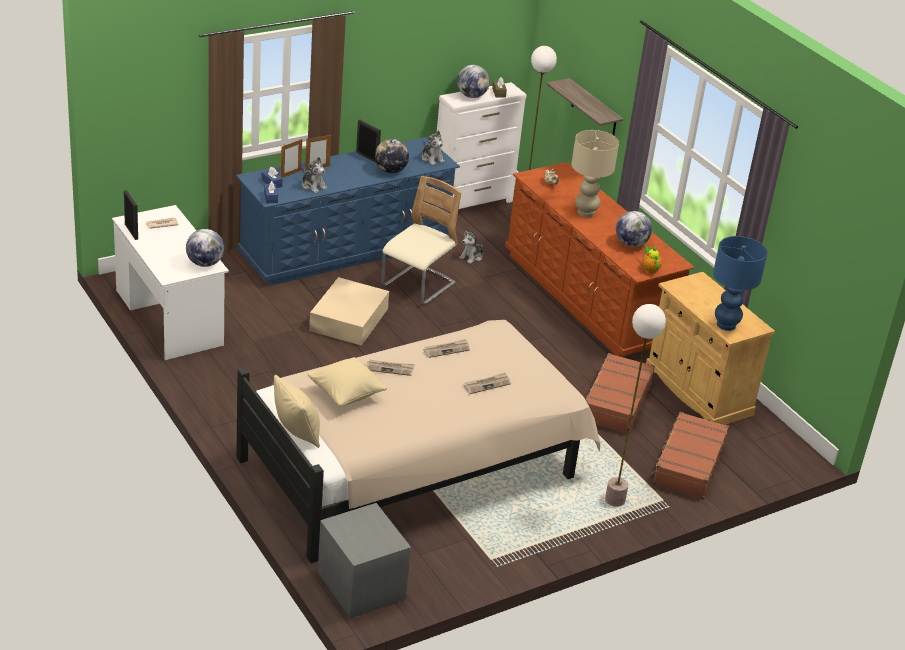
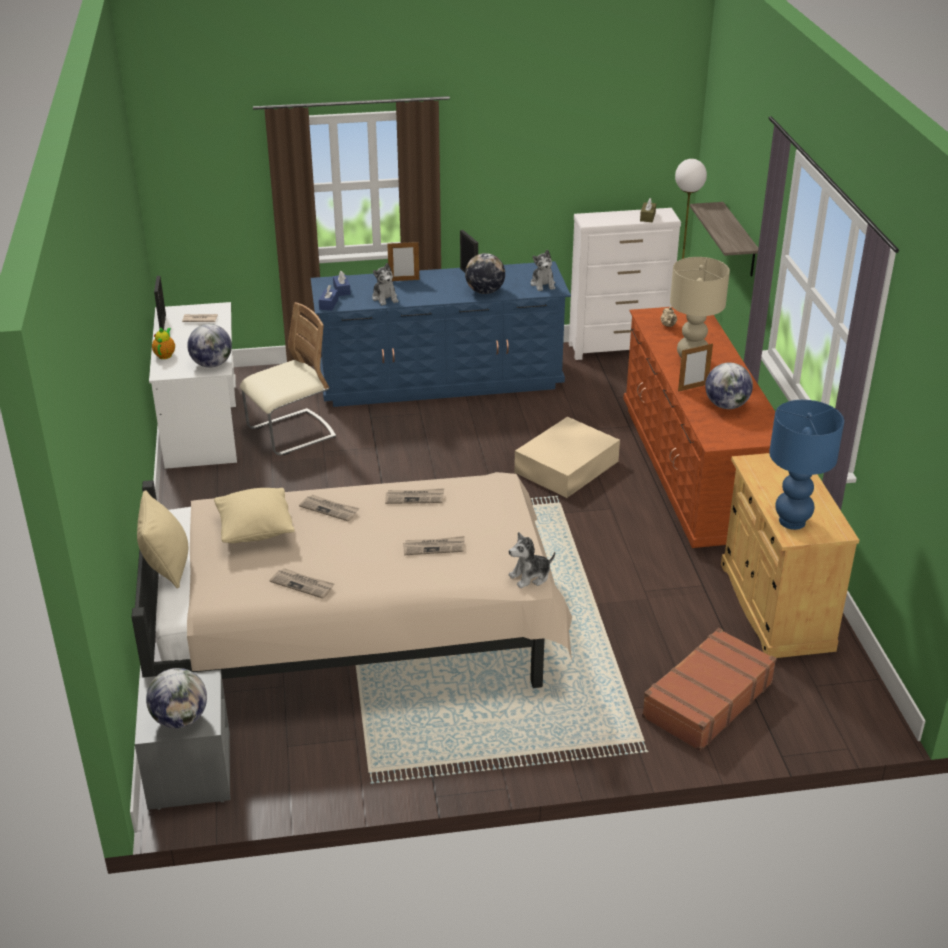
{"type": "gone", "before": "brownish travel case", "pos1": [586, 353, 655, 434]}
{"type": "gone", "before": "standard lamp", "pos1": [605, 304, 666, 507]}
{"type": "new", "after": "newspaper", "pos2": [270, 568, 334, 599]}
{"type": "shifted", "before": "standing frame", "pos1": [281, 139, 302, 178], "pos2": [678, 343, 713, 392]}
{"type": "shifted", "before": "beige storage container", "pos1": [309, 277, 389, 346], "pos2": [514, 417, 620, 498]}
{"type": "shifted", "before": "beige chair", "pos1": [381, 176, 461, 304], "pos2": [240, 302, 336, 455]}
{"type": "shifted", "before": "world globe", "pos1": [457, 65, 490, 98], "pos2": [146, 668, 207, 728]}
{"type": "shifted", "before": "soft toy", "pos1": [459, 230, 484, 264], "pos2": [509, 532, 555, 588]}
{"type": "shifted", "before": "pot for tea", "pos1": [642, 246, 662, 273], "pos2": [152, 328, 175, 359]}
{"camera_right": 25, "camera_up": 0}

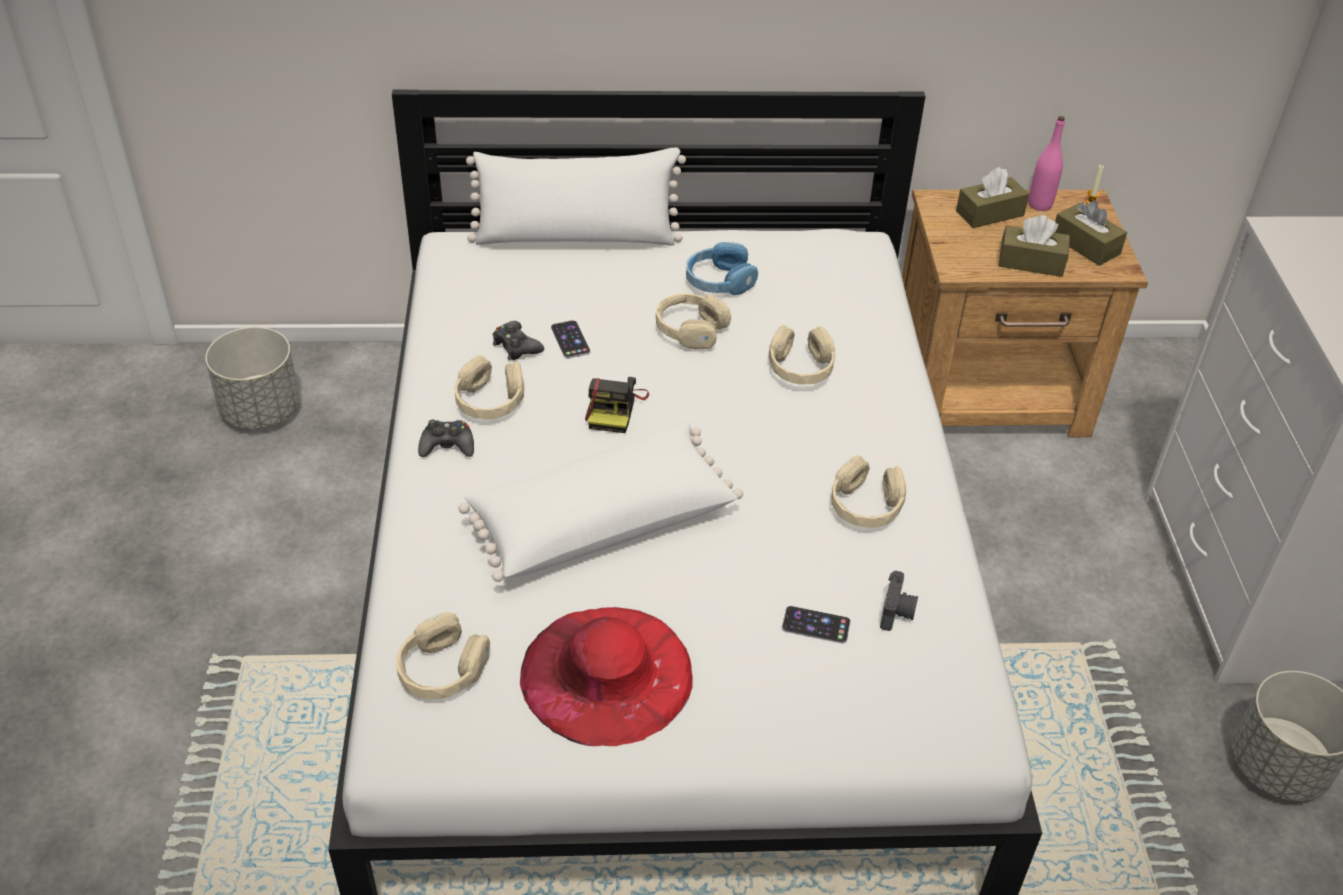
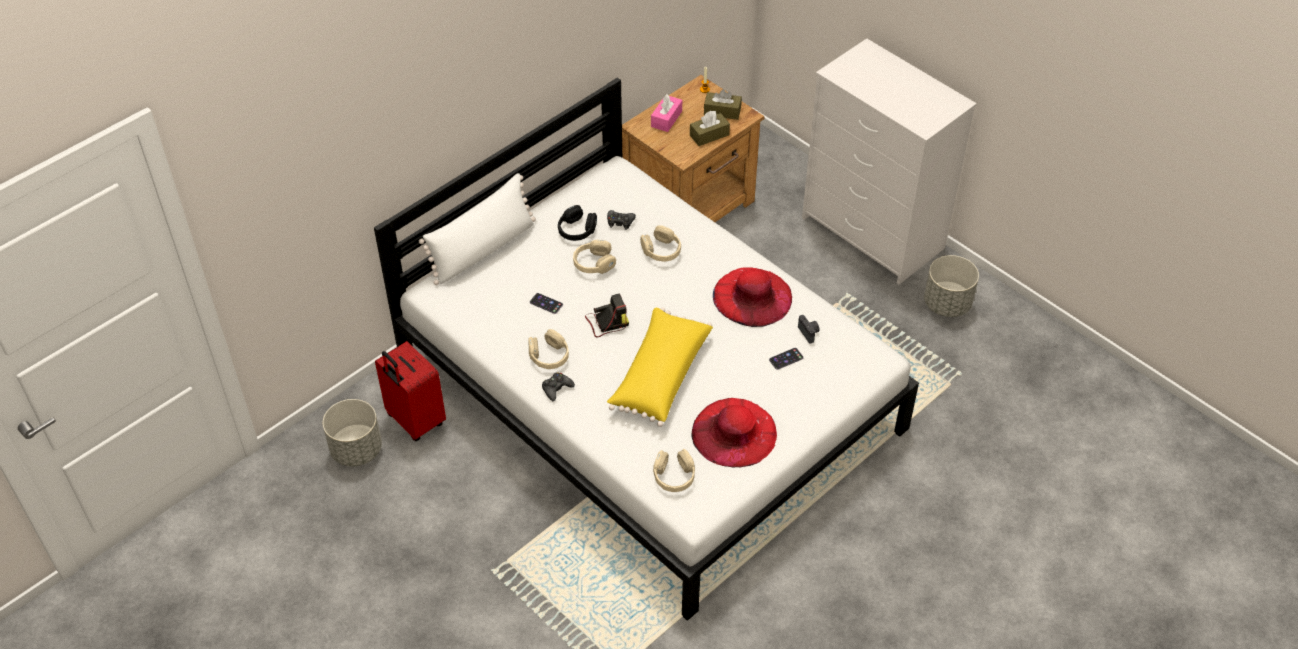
{"type": "gone", "before": "pink bottle", "pos1": [1028, 116, 1065, 211]}
{"type": "new", "after": "red travel case", "pos2": [375, 341, 446, 441]}
{"type": "shifted", "before": "black joypad", "pos1": [493, 321, 544, 360], "pos2": [607, 210, 636, 230]}
{"type": "swapped", "before": "beige headphones", "after": "red hat", "pos1": [831, 455, 906, 528], "pos2": [713, 267, 792, 327]}
{"type": "repainted", "before": "white pillow", "after": "yellowish pillow", "pos1": [459, 422, 743, 582], "pos2": [607, 307, 713, 427]}
{"type": "repainted", "before": "blue headphones", "after": "black headphones", "pos1": [686, 242, 758, 296], "pos2": [558, 205, 597, 241]}
{"type": "repainted", "before": "brownish tissue holder", "after": "pink tissue holder", "pos1": [956, 167, 1029, 228], "pos2": [651, 94, 682, 132]}
{"type": "rotated", "before": "photo camera", "pos1": [585, 377, 649, 433], "pos2": [585, 293, 629, 338], "turn": -75}
{"camera_right": -40, "camera_up": 5}

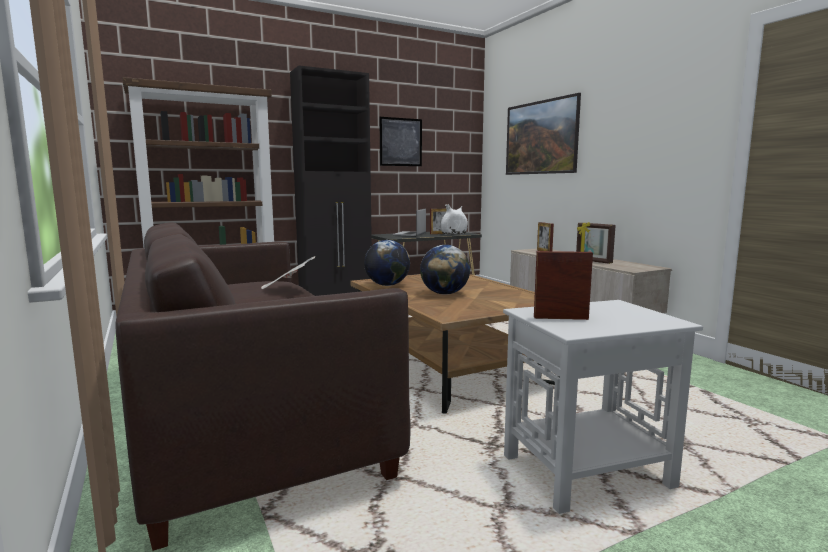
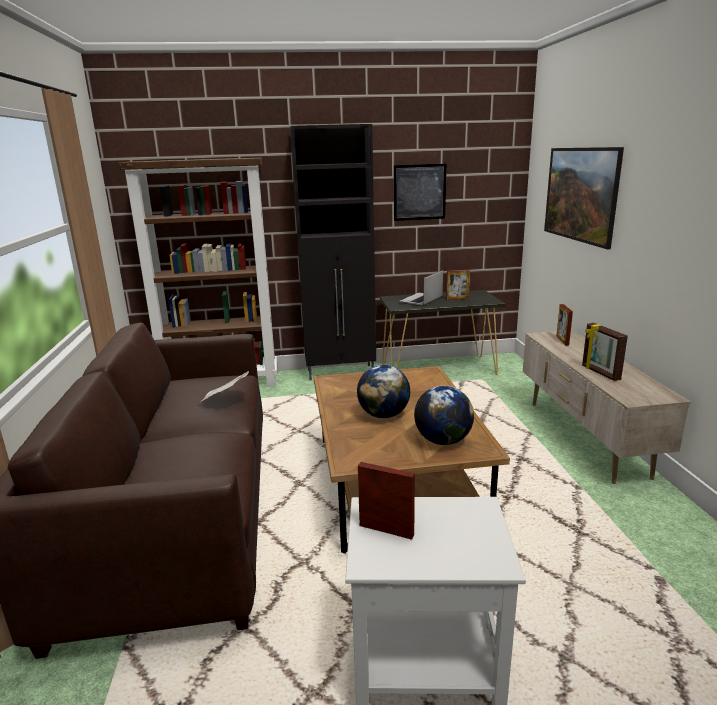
{"type": "gone", "before": "white vase", "pos1": [441, 204, 468, 234]}
{"type": "shifted", "before": "world globe", "pos1": [364, 240, 410, 286], "pos2": [414, 386, 474, 445]}
{"camera_right": 20, "camera_up": 10}

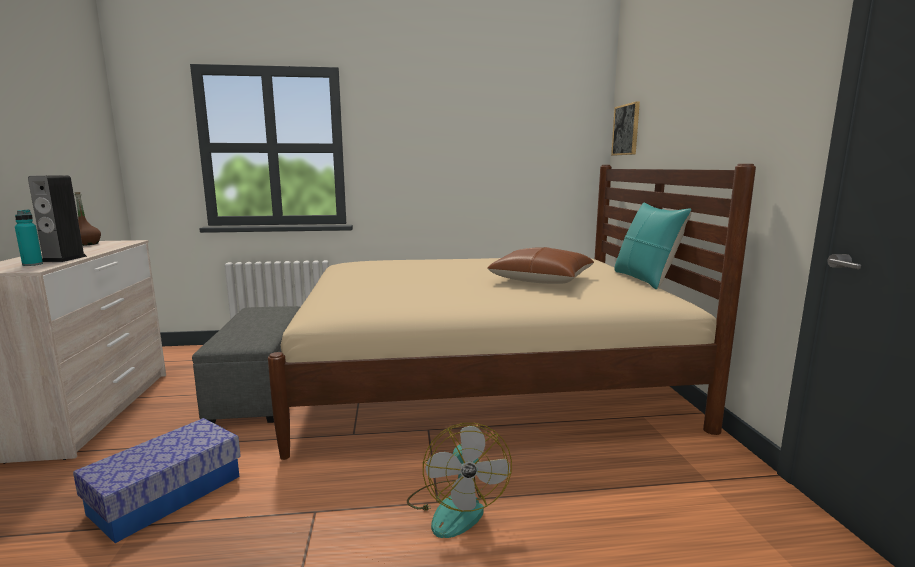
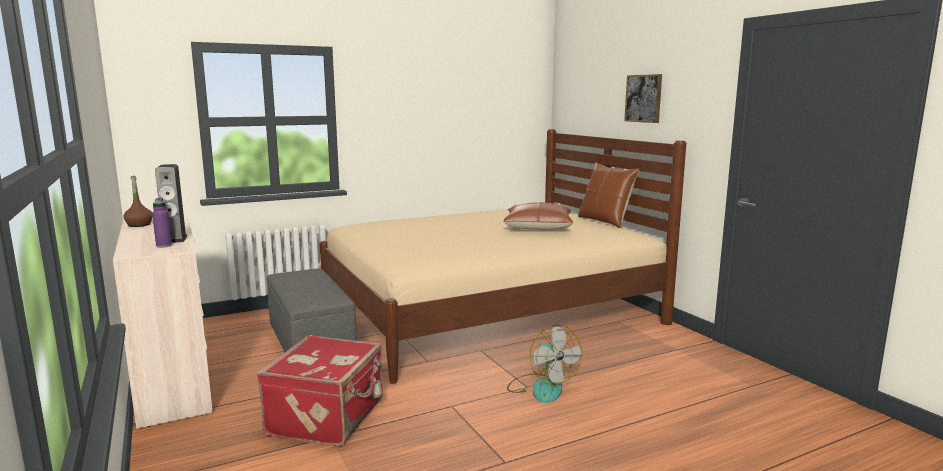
{"type": "shifted", "before": "wall art", "pos1": [611, 101, 640, 156], "pos2": [624, 74, 662, 123]}
{"type": "swapped", "before": "storage container", "after": "red travel case", "pos1": [73, 418, 241, 543], "pos2": [257, 335, 383, 446]}
{"type": "repainted", "before": "turquoise bottle", "after": "purple bottle", "pos1": [15, 210, 43, 266], "pos2": [152, 198, 172, 248]}
{"type": "repainted", "before": "turquoise pillow", "after": "brownish pillow", "pos1": [614, 202, 692, 289], "pos2": [578, 163, 639, 228]}
{"camera_right": -20, "camera_up": 0}

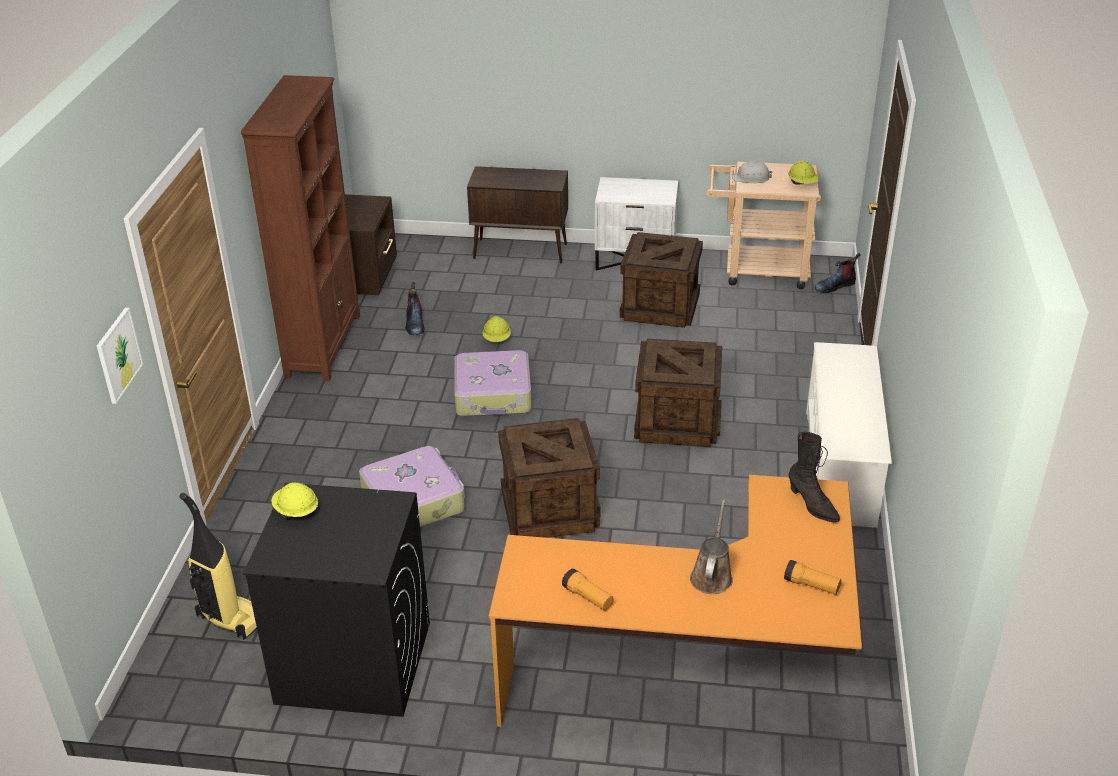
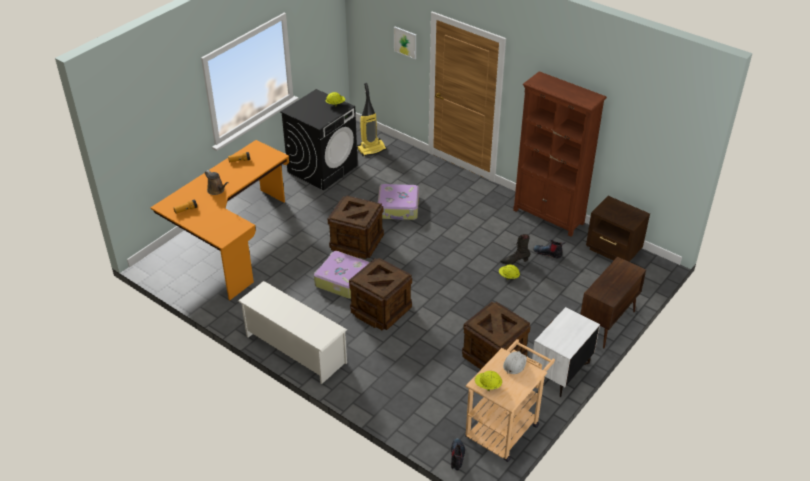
{"type": "shifted", "before": "travel case", "pos1": [454, 350, 532, 416], "pos2": [314, 251, 370, 299]}
{"type": "shifted", "before": "black boot", "pos1": [788, 431, 840, 523], "pos2": [500, 234, 531, 265]}
{"camera_right": 120, "camera_up": 5}

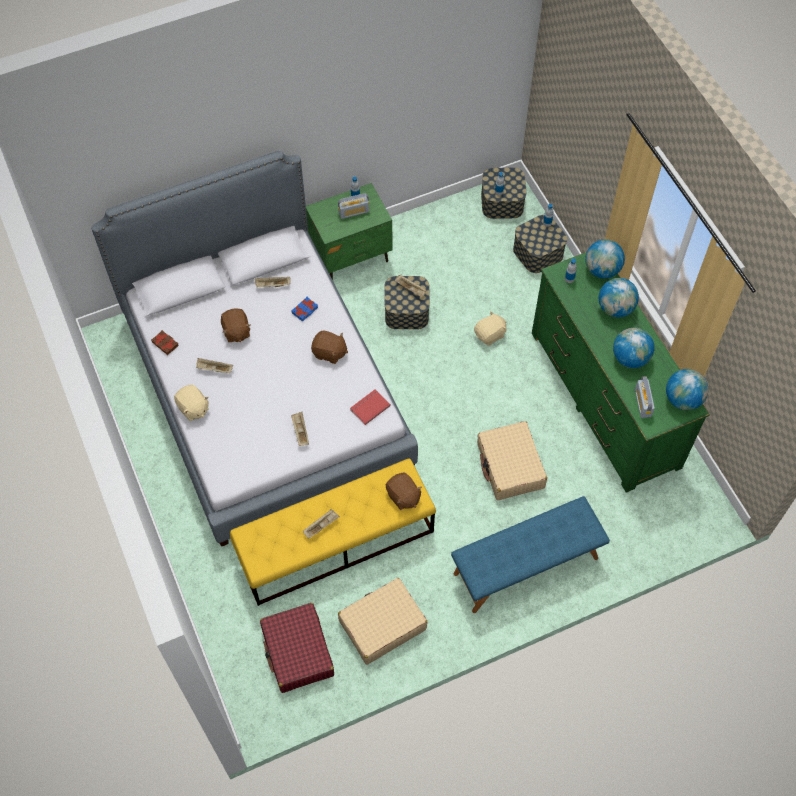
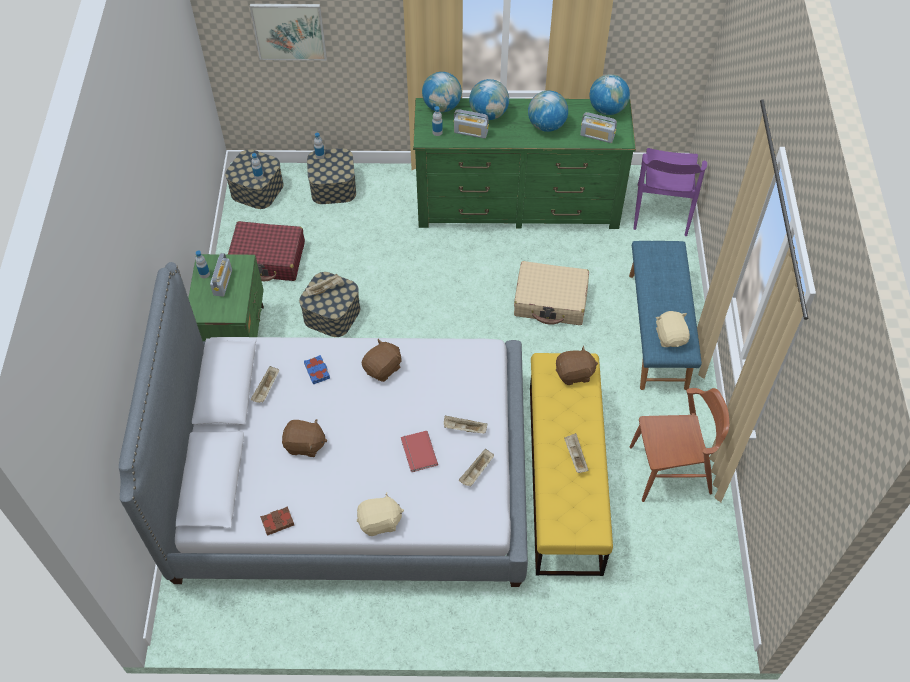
{"type": "new", "after": "wall art", "pos2": [250, 4, 327, 60]}
{"type": "new", "after": "radio set", "pos2": [454, 109, 489, 139]}
{"type": "new", "after": "purple chair", "pos2": [633, 148, 707, 236]}
{"type": "shifted", "before": "beige serving tray", "pos1": [196, 358, 233, 373], "pos2": [459, 449, 494, 487]}
{"type": "shifted", "before": "red travel case", "pos1": [260, 603, 334, 693], "pos2": [228, 221, 305, 281]}
{"type": "shifted", "before": "red bound book", "pos1": [350, 389, 391, 425], "pos2": [401, 431, 438, 472]}
{"type": "shifted", "before": "beige soft toy", "pos1": [474, 311, 507, 346], "pos2": [656, 311, 690, 347]}
{"type": "swapped", "before": "beige travel case", "after": "brownish chair", "pos1": [338, 578, 427, 665], "pos2": [630, 388, 729, 502]}
{"camera_right": -65, "camera_up": -5}

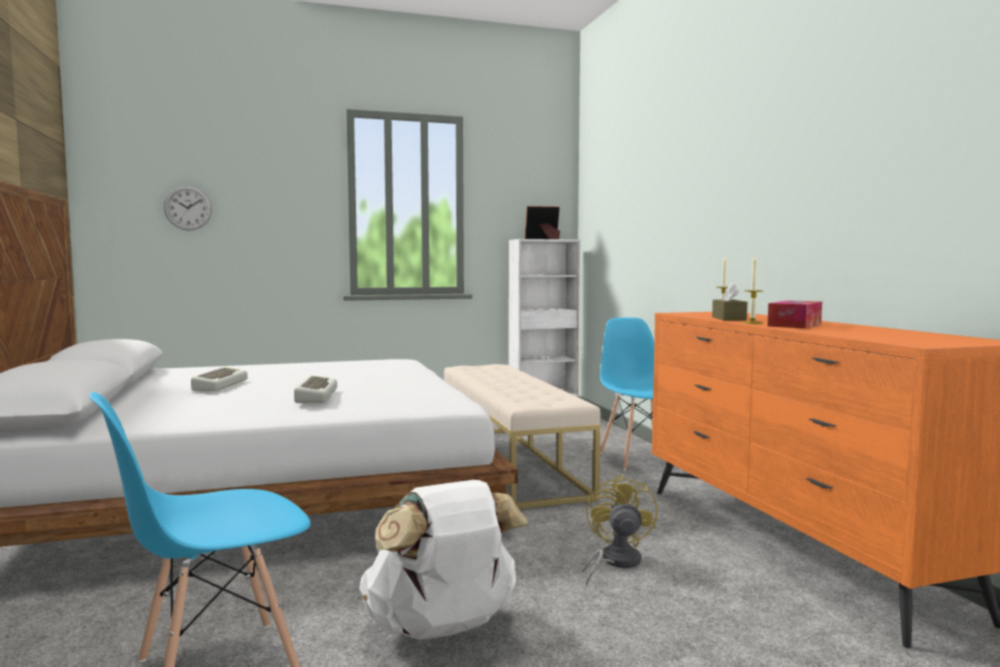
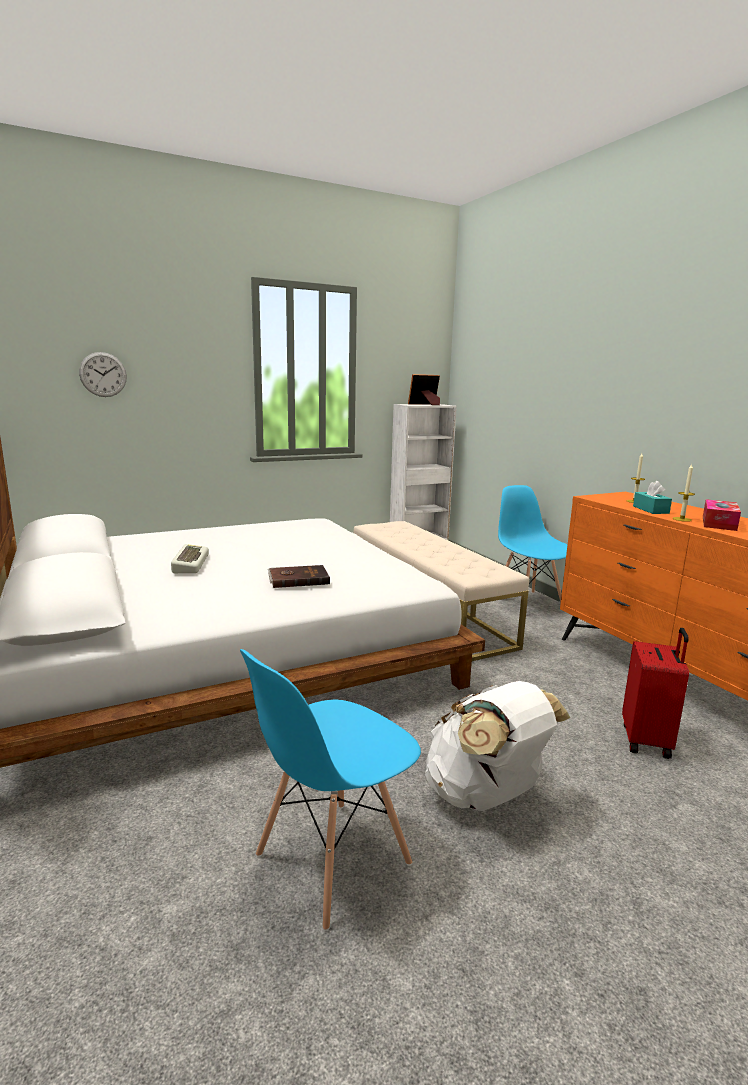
{"type": "gone", "before": "yellowish fan", "pos1": [581, 474, 658, 586]}
{"type": "new", "after": "red travel case", "pos2": [622, 628, 689, 759]}
{"type": "swapped", "before": "keyboard", "after": "brownish bound book", "pos1": [294, 375, 337, 403], "pos2": [268, 565, 330, 588]}
{"type": "repainted", "before": "brownish tissue holder", "after": "turquoise tissue holder", "pos1": [712, 283, 747, 321], "pos2": [633, 481, 672, 514]}
{"camera_right": -10, "camera_up": 10}

